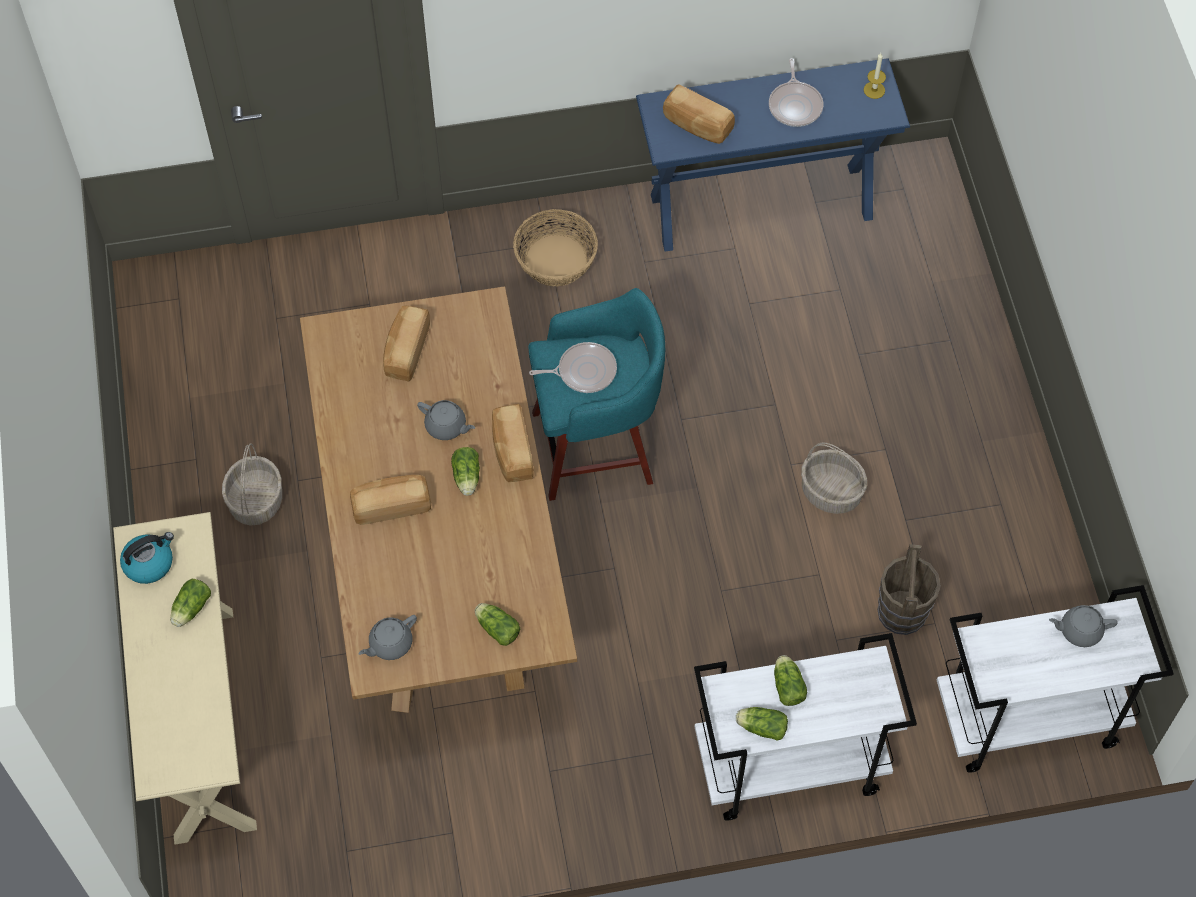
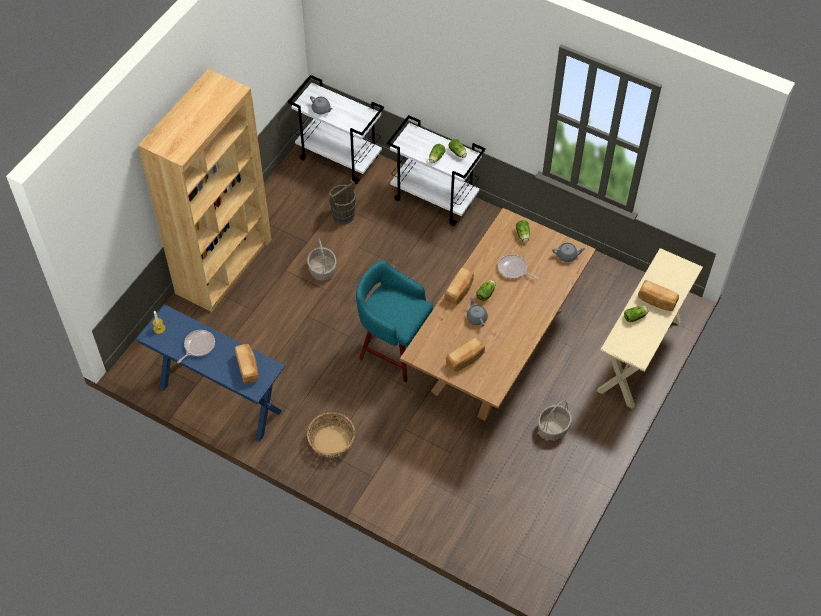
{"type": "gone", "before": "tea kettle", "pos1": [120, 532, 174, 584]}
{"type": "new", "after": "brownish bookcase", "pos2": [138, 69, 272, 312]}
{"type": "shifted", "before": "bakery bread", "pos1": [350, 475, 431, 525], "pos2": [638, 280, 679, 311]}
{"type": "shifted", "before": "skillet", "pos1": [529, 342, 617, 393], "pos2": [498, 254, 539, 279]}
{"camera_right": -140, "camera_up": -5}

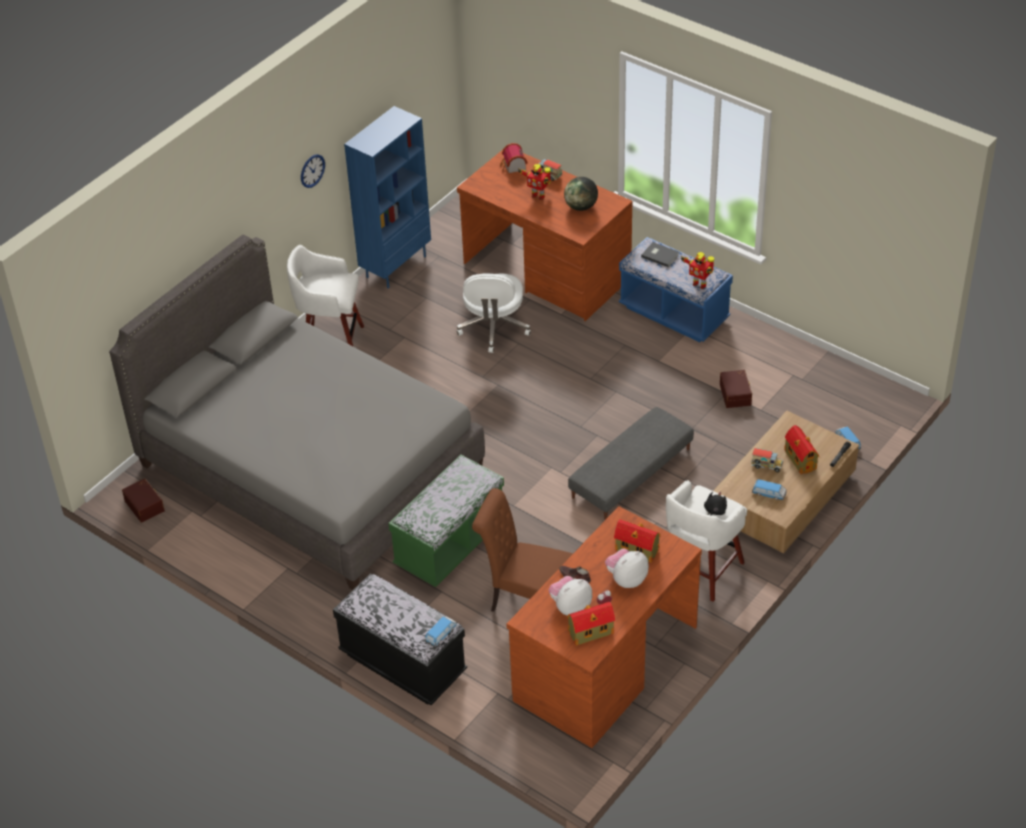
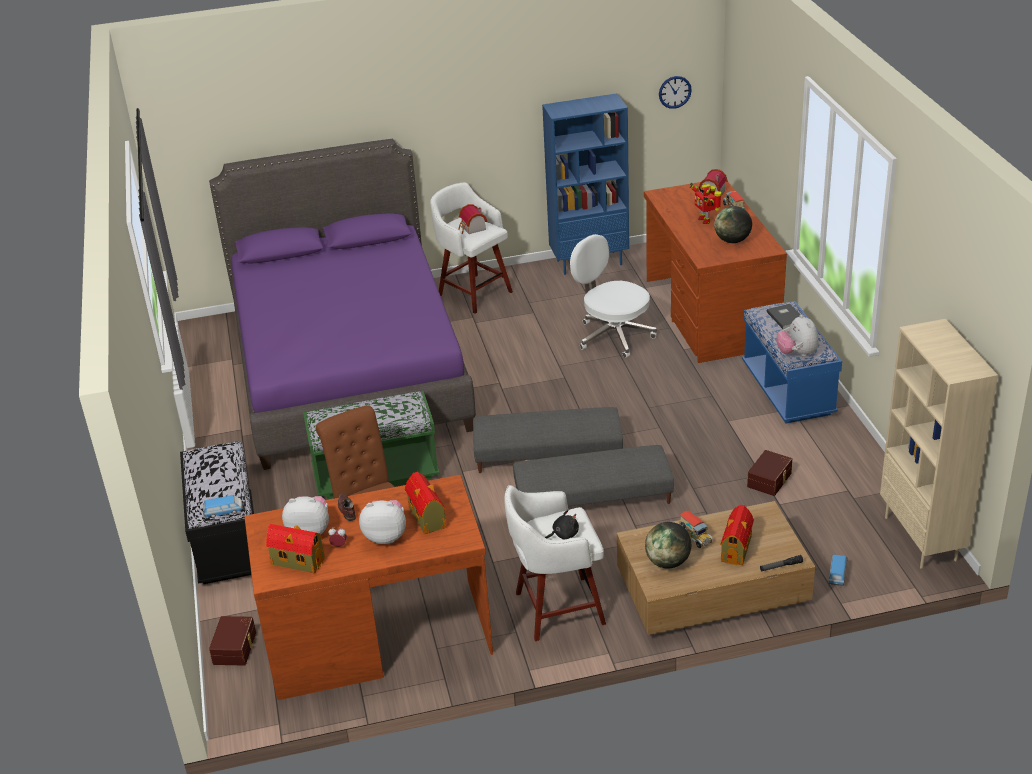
{"type": "new", "after": "model house", "pos2": [458, 204, 488, 234]}
{"type": "new", "after": "gray pouffe", "pos2": [473, 407, 623, 473]}
{"type": "new", "after": "beige bookcase", "pos2": [880, 319, 998, 569]}
{"type": "shifted", "before": "brownish storage container", "pos1": [122, 478, 165, 523], "pos2": [209, 616, 256, 666]}
{"type": "shifted", "before": "hanging clock", "pos1": [301, 154, 325, 188], "pos2": [659, 76, 692, 109]}
{"type": "swapped", "before": "toy robot", "after": "soft toy", "pos1": [681, 252, 714, 289], "pos2": [776, 314, 819, 357]}
{"type": "swapped", "before": "toy car", "after": "world globe", "pos1": [752, 479, 787, 500], "pos2": [645, 522, 691, 568]}
{"type": "repainted", "before": "gray bedroom bed", "after": "purple bedroom bed", "pos1": [109, 235, 485, 590], "pos2": [209, 139, 476, 470]}
{"type": "rotated", "before": "white office chair", "pos1": [457, 273, 531, 353], "pos2": [570, 234, 657, 358], "turn": 90}
{"camera_right": 40, "camera_up": -10}

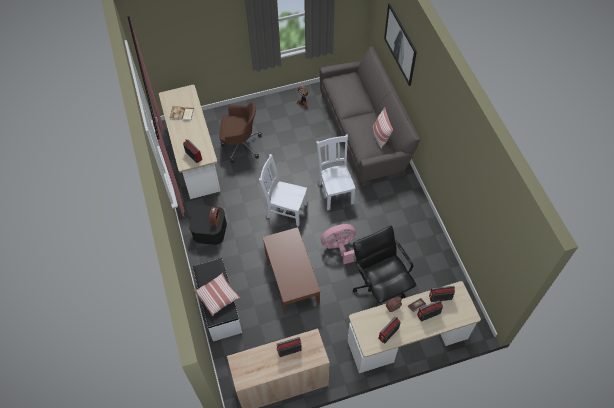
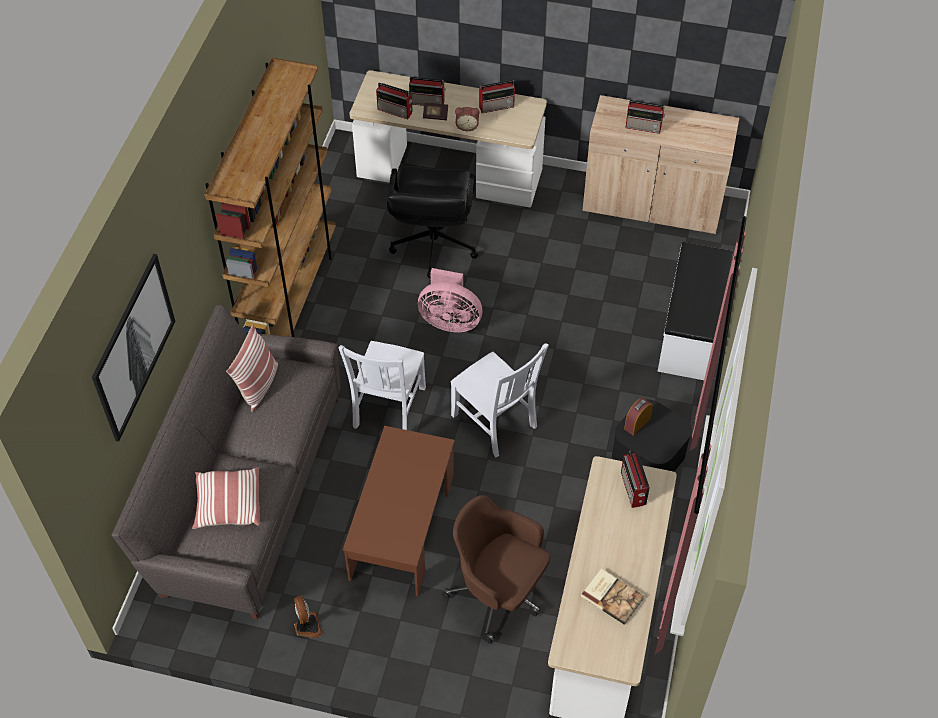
{"type": "new", "after": "brownish bookcase", "pos2": [204, 58, 336, 337]}
{"type": "shifted", "before": "pillow", "pos1": [194, 273, 240, 316], "pos2": [192, 467, 260, 529]}
{"type": "shifted", "before": "brownish low table", "pos1": [263, 227, 321, 315], "pos2": [343, 426, 455, 596]}
{"camera_right": -150, "camera_up": -5}

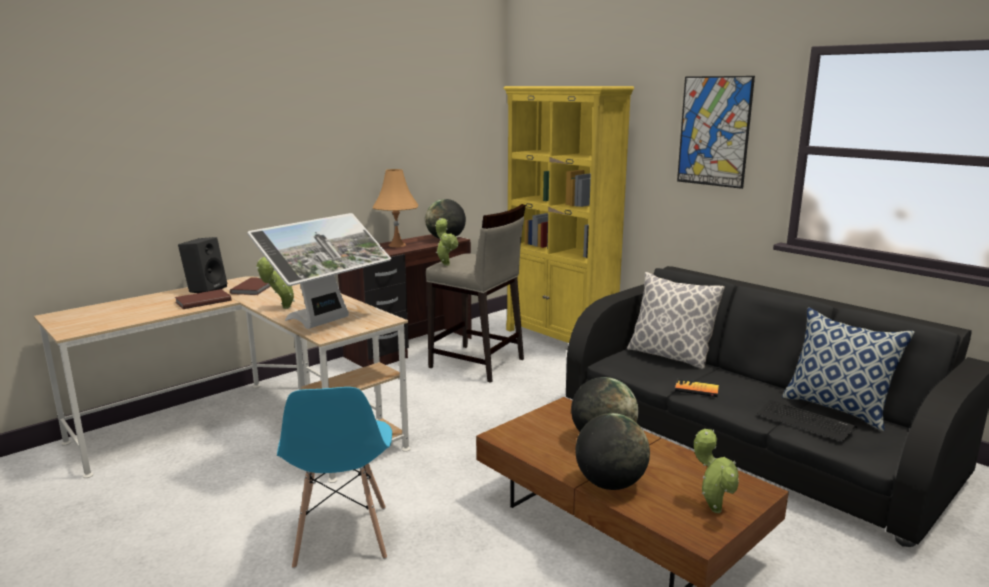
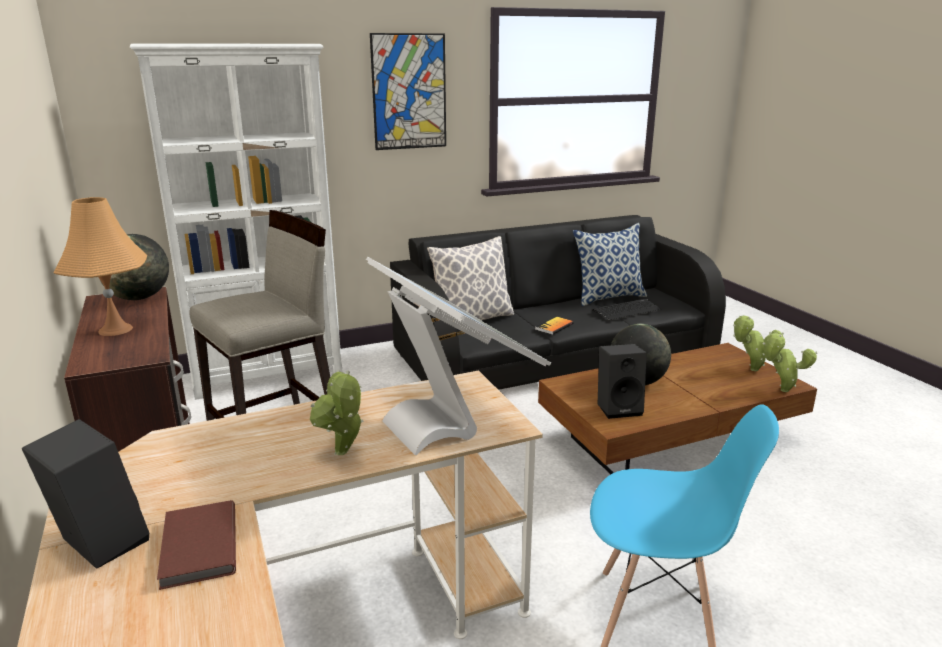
{"type": "gone", "before": "brownish bound book", "pos1": [230, 277, 271, 295]}
{"type": "gone", "before": "world globe", "pos1": [576, 413, 650, 490]}
{"type": "new", "after": "black speaker", "pos2": [598, 344, 647, 419]}
{"type": "shifted", "before": "houseplant", "pos1": [435, 218, 459, 266], "pos2": [762, 333, 817, 392]}
{"type": "repainted", "before": "yellowish bookcase", "after": "white bookcase", "pos1": [503, 86, 634, 343], "pos2": [130, 44, 342, 400]}
{"camera_right": -70, "camera_up": 5}

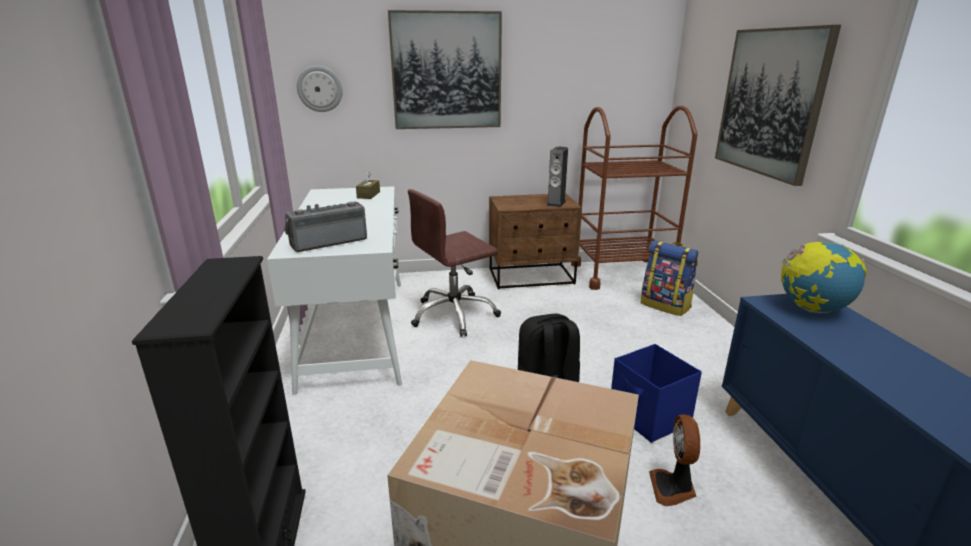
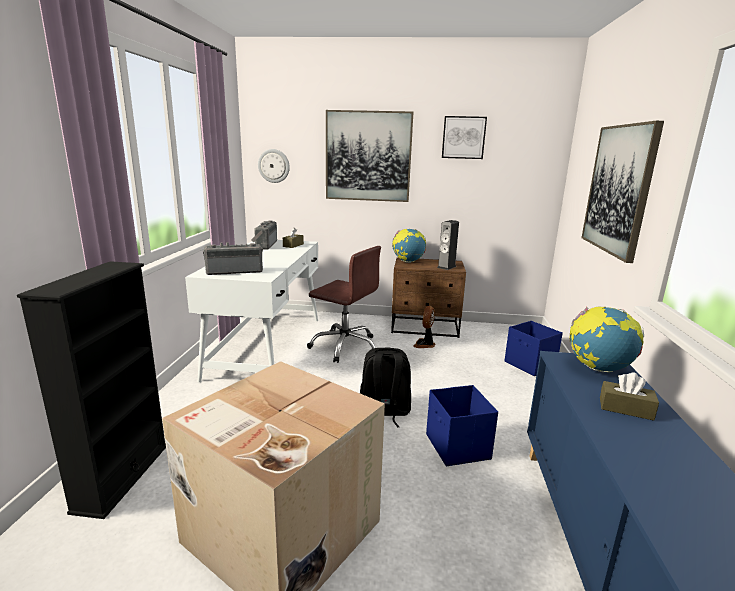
{"type": "gone", "before": "brownish cart", "pos1": [571, 106, 697, 290]}
{"type": "new", "after": "radio set", "pos2": [252, 220, 277, 250]}
{"type": "new", "after": "world globe", "pos2": [392, 229, 426, 263]}
{"type": "new", "after": "wall art", "pos2": [442, 116, 487, 159]}
{"type": "new", "after": "brownish tissue holder", "pos2": [600, 373, 659, 421]}
{"type": "shifted", "before": "fan", "pos1": [649, 414, 700, 506], "pos2": [413, 306, 435, 348]}
{"type": "swapped", "before": "backpack", "after": "blue storage container", "pos1": [641, 241, 698, 316], "pos2": [505, 321, 563, 376]}
{"type": "rotated", "before": "brownish office chair", "pos1": [408, 189, 501, 337], "pos2": [307, 246, 381, 363], "turn": -135}
{"camera_right": 15, "camera_up": -5}

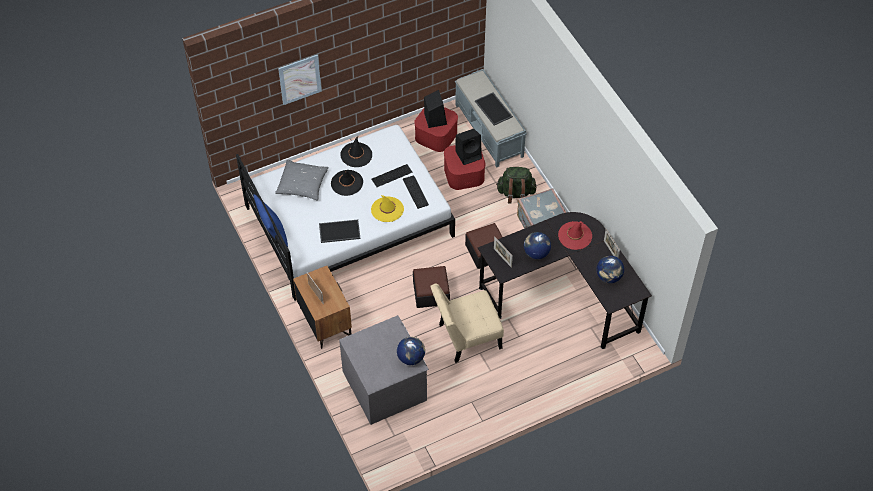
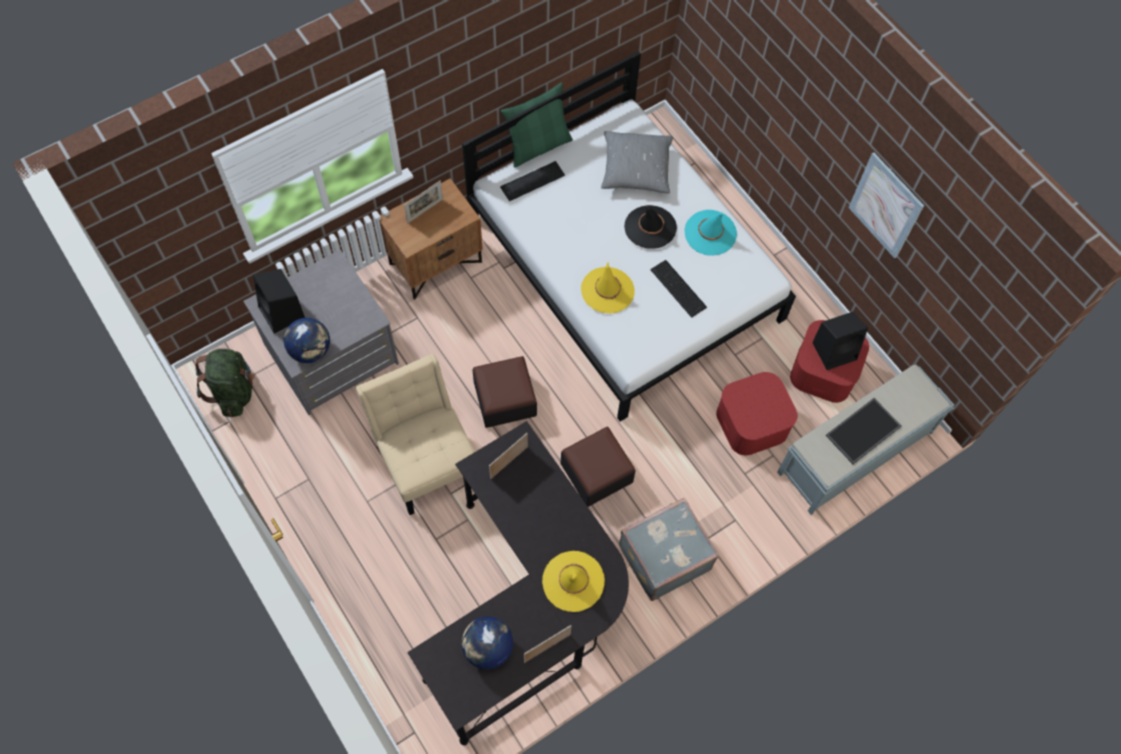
{"type": "gone", "before": "serving tray", "pos1": [319, 220, 361, 243]}
{"type": "gone", "before": "world globe", "pos1": [524, 232, 551, 259]}
{"type": "shifted", "before": "wall art", "pos1": [278, 55, 322, 105], "pos2": [848, 152, 924, 259]}
{"type": "shifted", "before": "keyboard", "pos1": [403, 175, 429, 209], "pos2": [500, 161, 565, 201]}
{"type": "shifted", "before": "black speaker", "pos1": [455, 129, 482, 165], "pos2": [253, 269, 305, 333]}
{"type": "shifted", "before": "green-coloured backpack", "pos1": [496, 167, 537, 203], "pos2": [196, 349, 255, 417]}
{"type": "repainted", "before": "blue pillow", "after": "green-coloured pillow", "pos1": [253, 194, 288, 247], "pos2": [501, 82, 573, 168]}
{"type": "repainted", "before": "black hat", "after": "turquoise hat", "pos1": [340, 136, 372, 167], "pos2": [684, 210, 737, 256]}
{"type": "repainted", "before": "red hat", "after": "yellowish hat", "pos1": [558, 221, 592, 250], "pos2": [542, 551, 605, 612]}
{"camera_right": 80, "camera_up": 10}

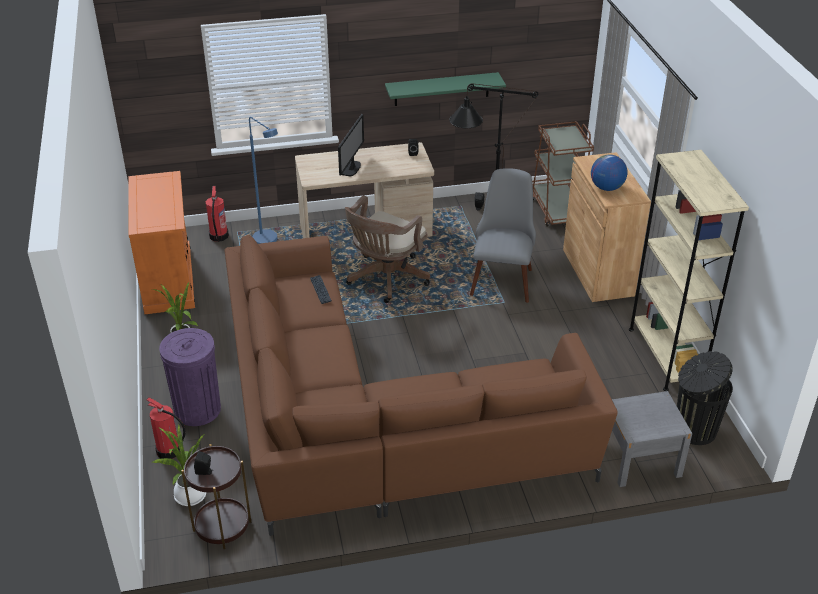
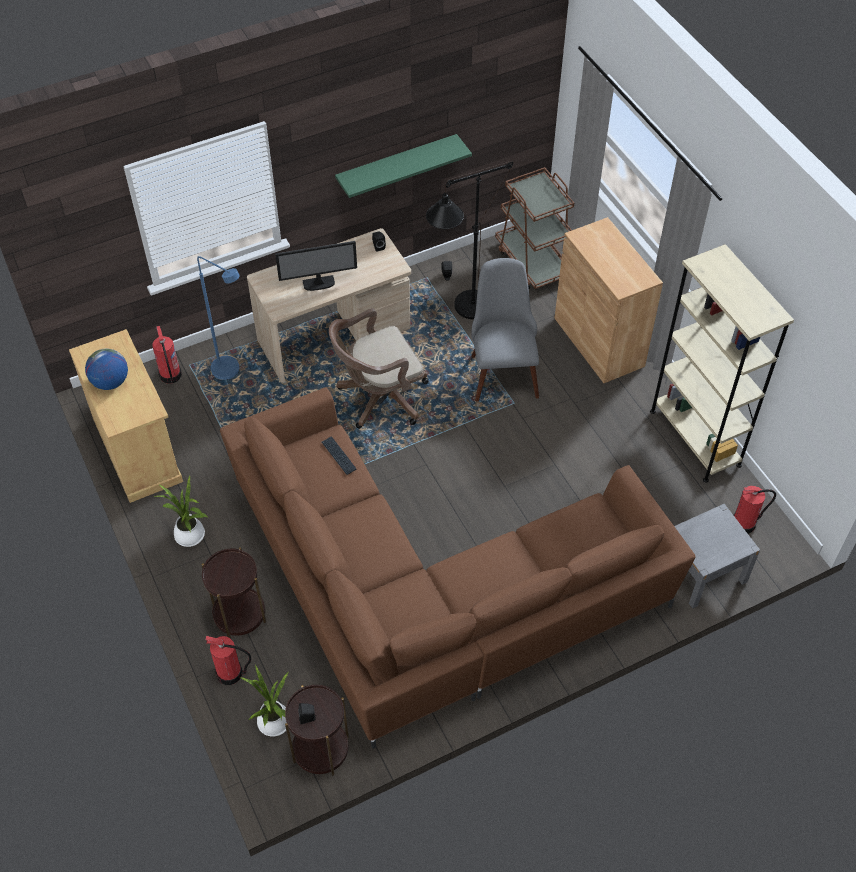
{"type": "shifted", "before": "world globe", "pos1": [591, 154, 628, 191], "pos2": [85, 349, 128, 390]}
{"type": "swapped", "before": "purple trash can", "after": "brownish end table", "pos1": [159, 328, 221, 426], "pos2": [202, 547, 266, 638]}
{"type": "swapped", "before": "black trash can", "after": "fire extinguisher", "pos1": [677, 351, 733, 445], "pos2": [733, 486, 776, 534]}
{"type": "repainted", "before": "orangey cabinet", "after": "beige cabinet", "pos1": [128, 171, 195, 314], "pos2": [69, 329, 183, 503]}
{"type": "rotated", "before": "computer display", "pos1": [338, 114, 364, 176], "pos2": [275, 241, 357, 291], "turn": 75}
{"type": "rotated", "before": "brownish office chair", "pos1": [345, 195, 430, 303], "pos2": [329, 308, 428, 429], "turn": 45}
{"camera_right": -15, "camera_up": 15}

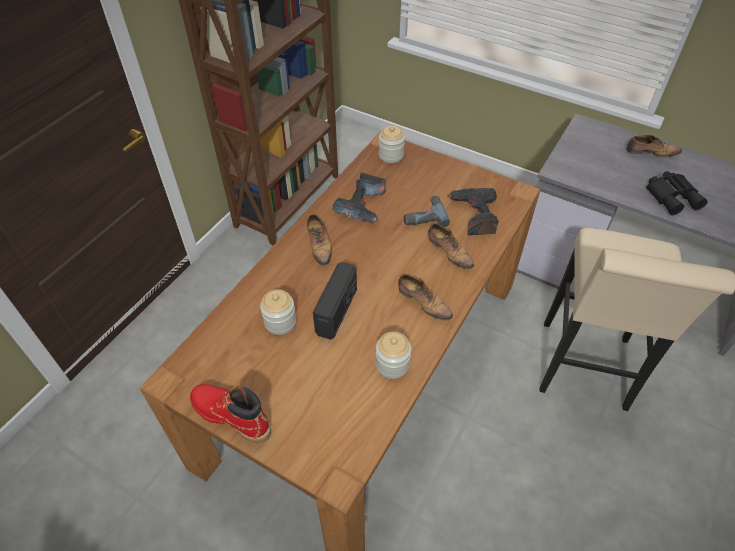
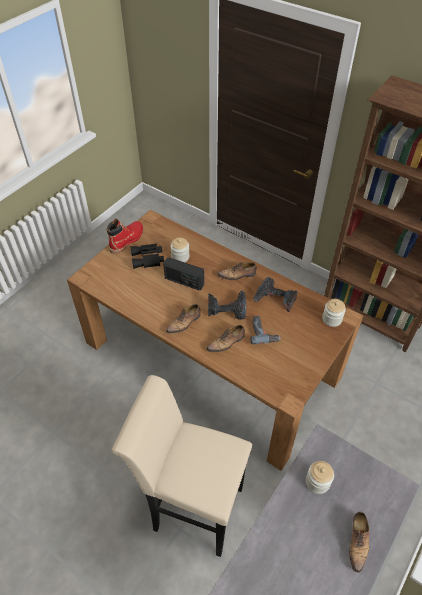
{"type": "shifted", "before": "preserve jar", "pos1": [376, 331, 411, 379], "pos2": [306, 461, 334, 494]}
{"type": "shifted", "before": "drill", "pos1": [447, 188, 498, 235], "pos2": [208, 291, 246, 320]}
{"type": "shifted", "before": "black field glasses", "pos1": [646, 171, 708, 215], "pos2": [130, 243, 164, 269]}
{"camera_right": 95, "camera_up": 0}

